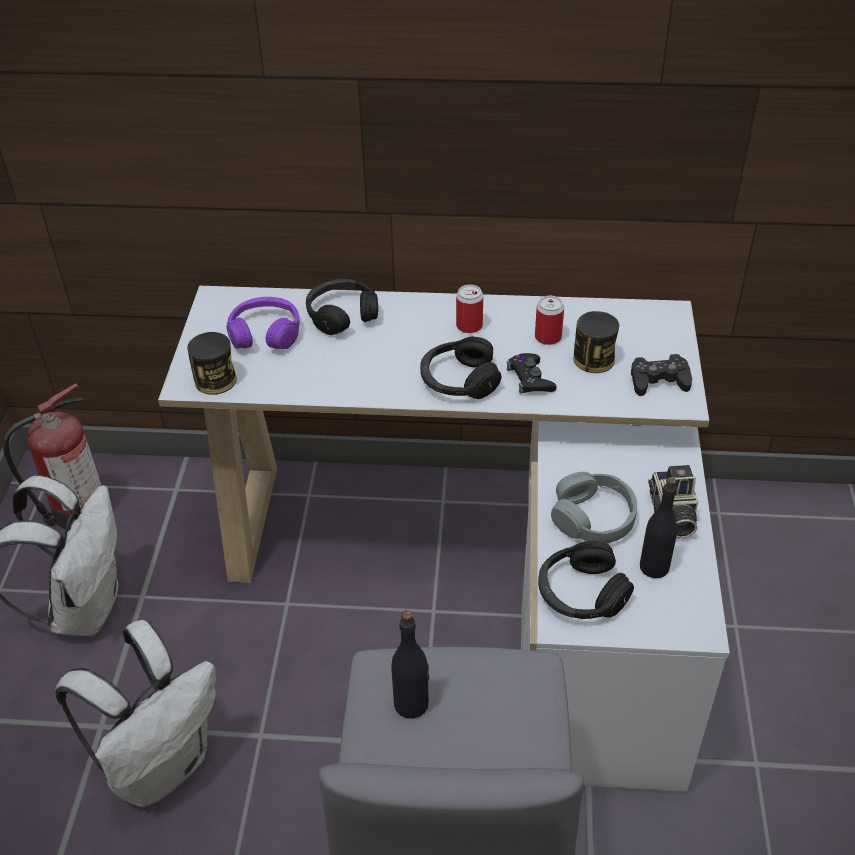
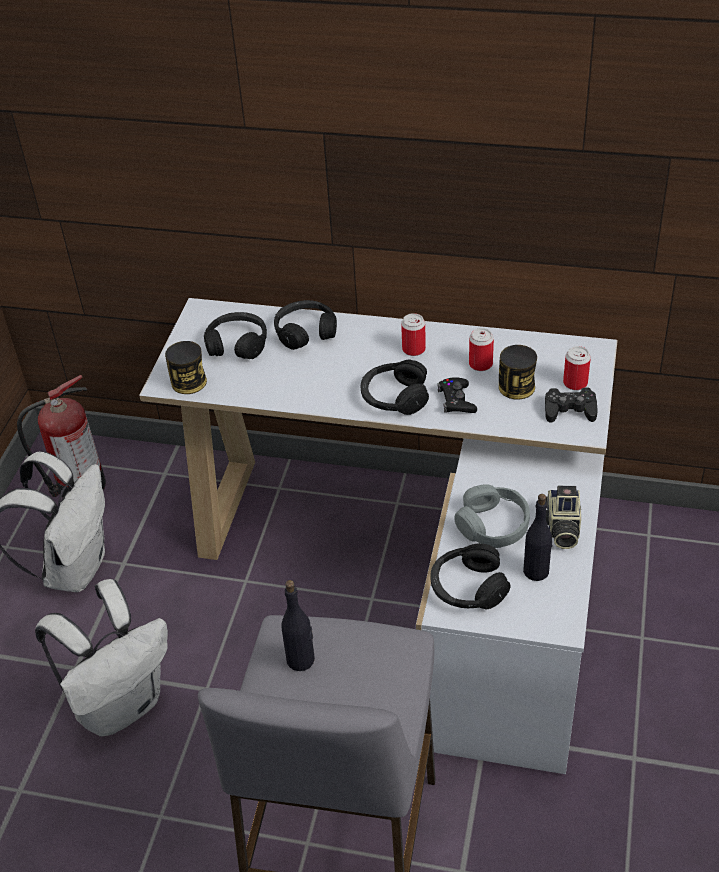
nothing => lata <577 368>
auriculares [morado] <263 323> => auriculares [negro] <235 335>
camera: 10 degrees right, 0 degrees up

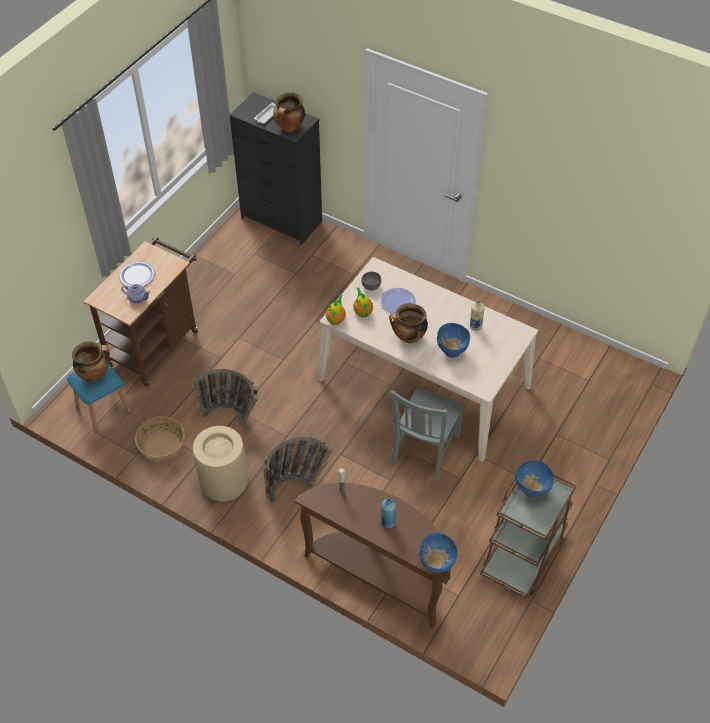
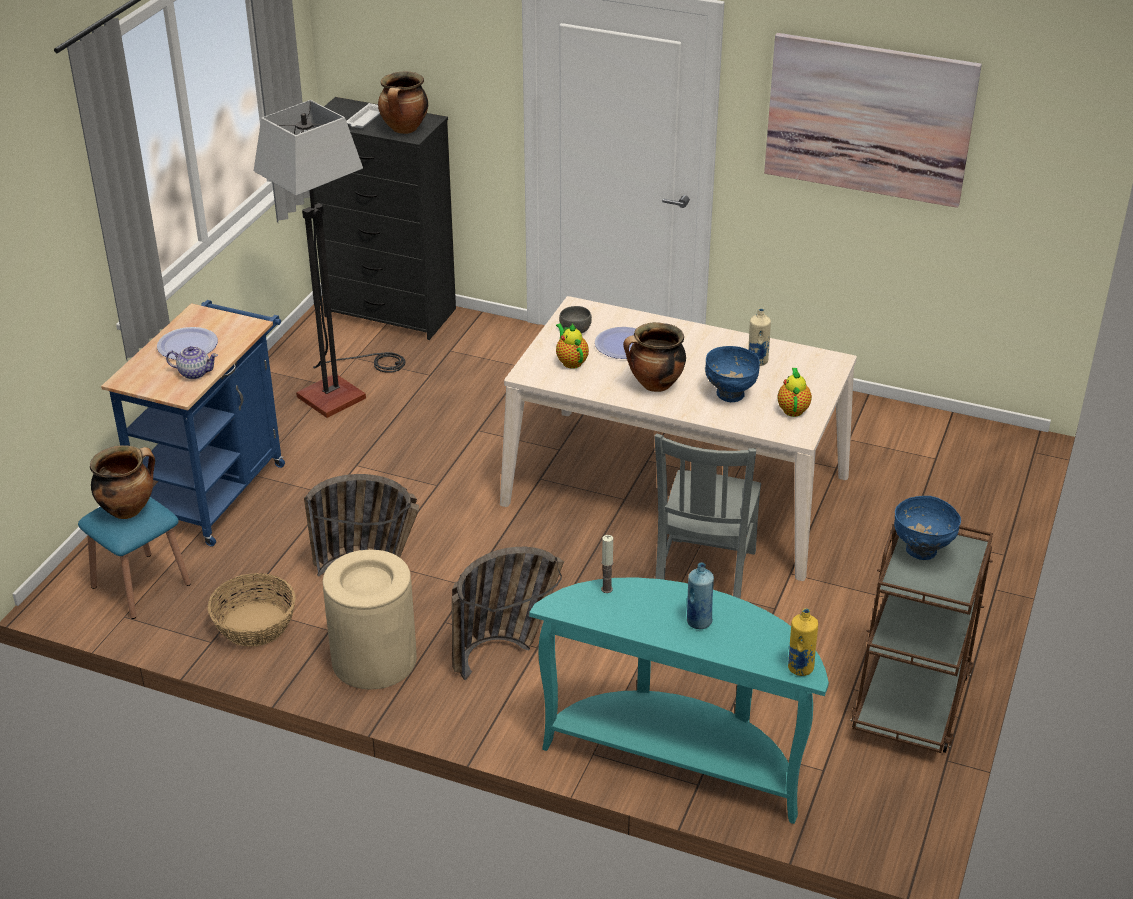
nothing => lámpara de pie <329 259>
nothing => cuadro <873 120>
tetera <336 310> => tetera <794 392>, relocated
cuenco [azul] <438 553> => botella [amarillo] <803 642>
carrito [marrón] <141 312> => carrito [azul] <193 423>
mesa consola [marrón] <373 555> => mesa consola [turquesa] <679 701>
camera: 10 degrees left, 15 degrees down

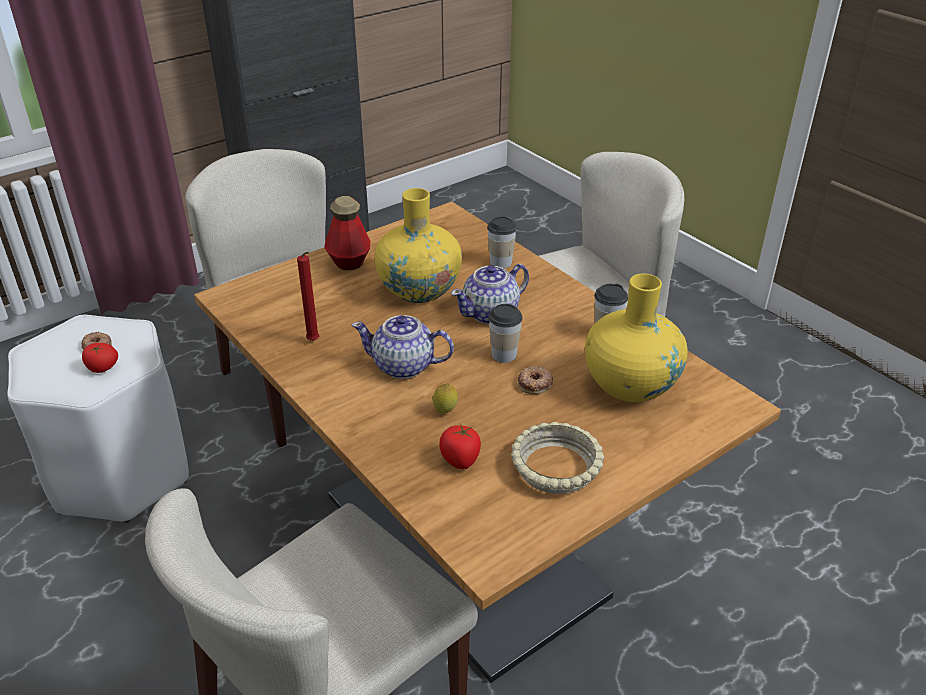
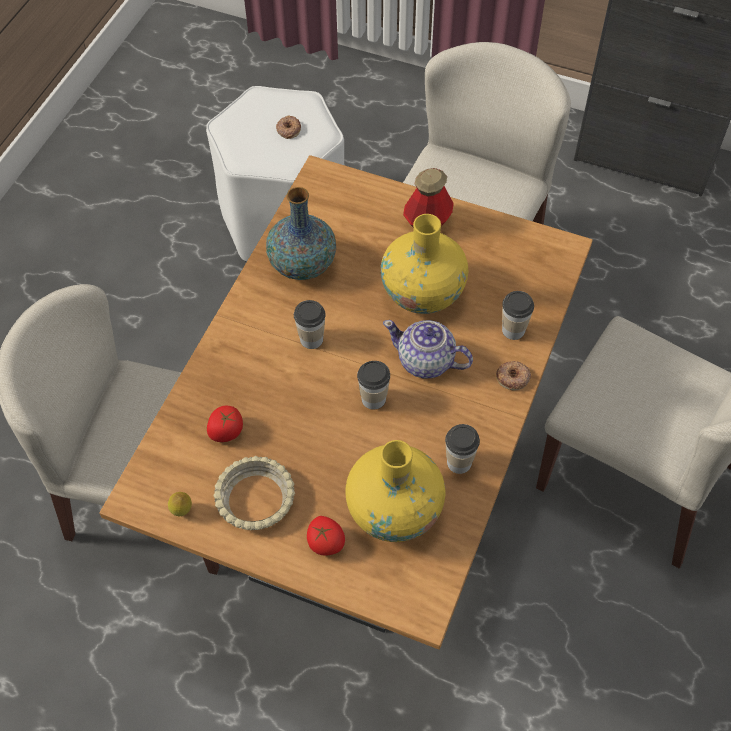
tomate <100 358> => tomate <326 536>, relocated
limón <445 398> => limón <180 504>, relocated
rosquilla <535 380> => rosquilla <513 375>, relocated
vela [rojo] <308 296> => florero <301 233>
tetera <402 347> => taza <310 324>
camera: 60 degrees right, 20 degrees up

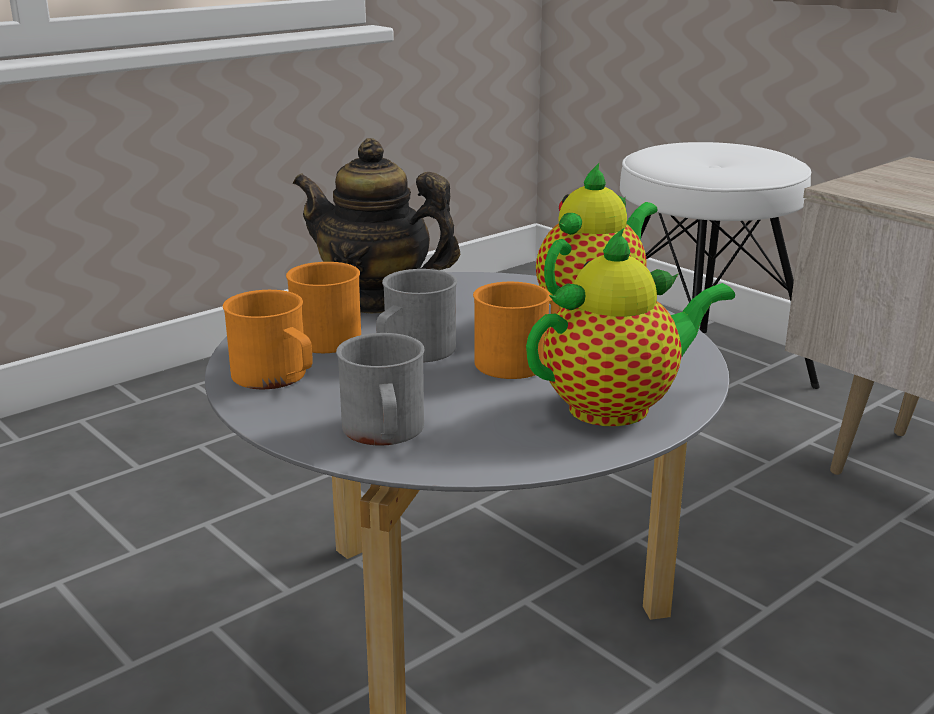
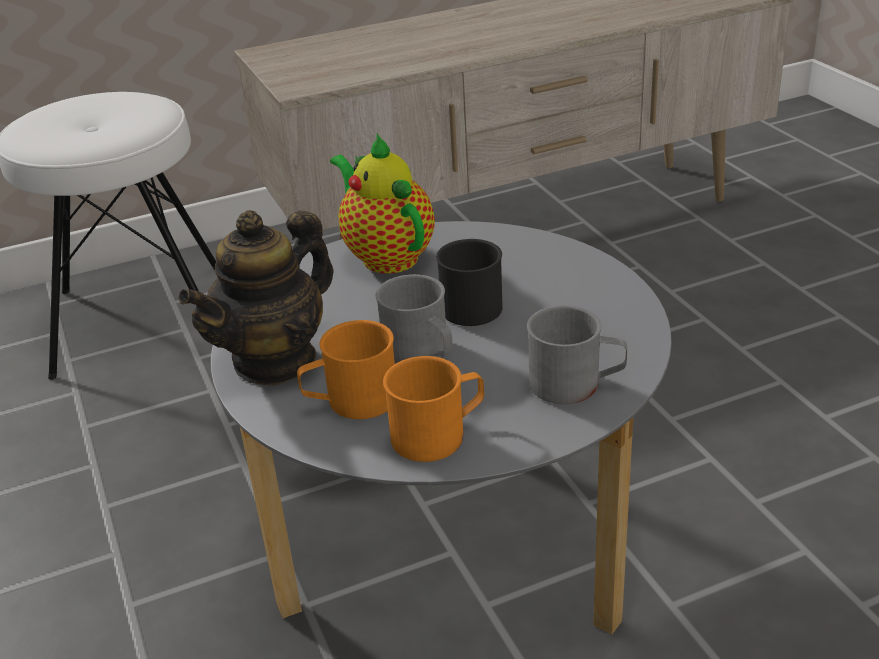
tetera <630 327> => nothing
taza grande [naranja] <516 330> => taza grande [negro] <469 282>
camera: 70 degrees left, 10 degrees up

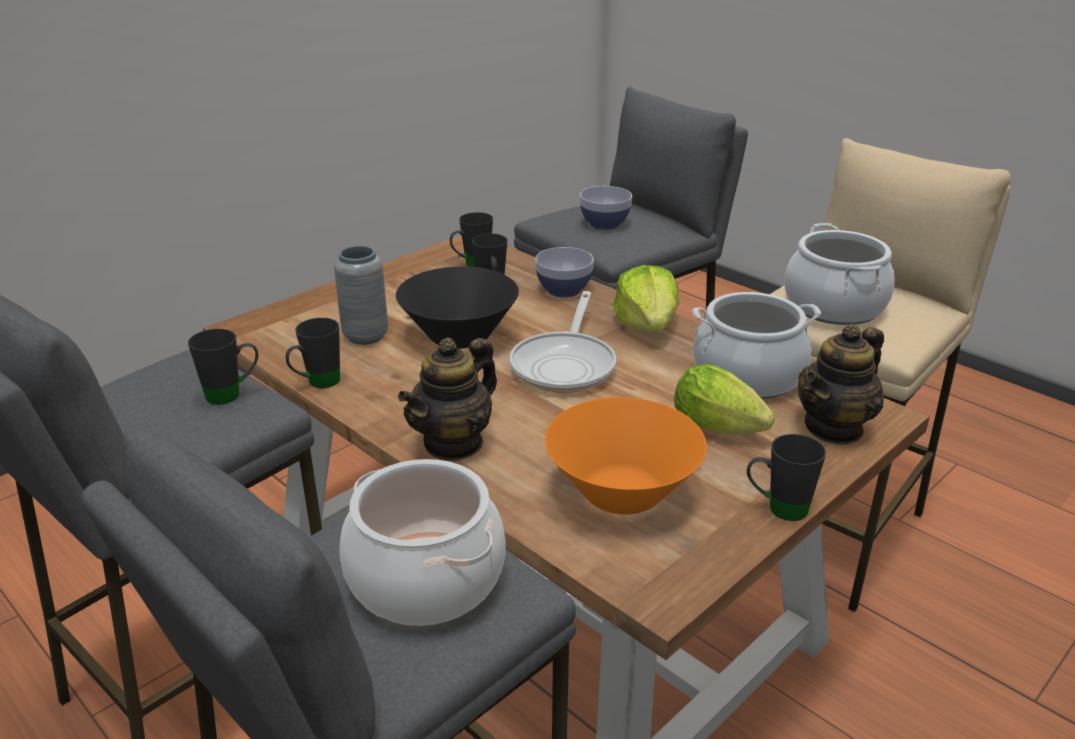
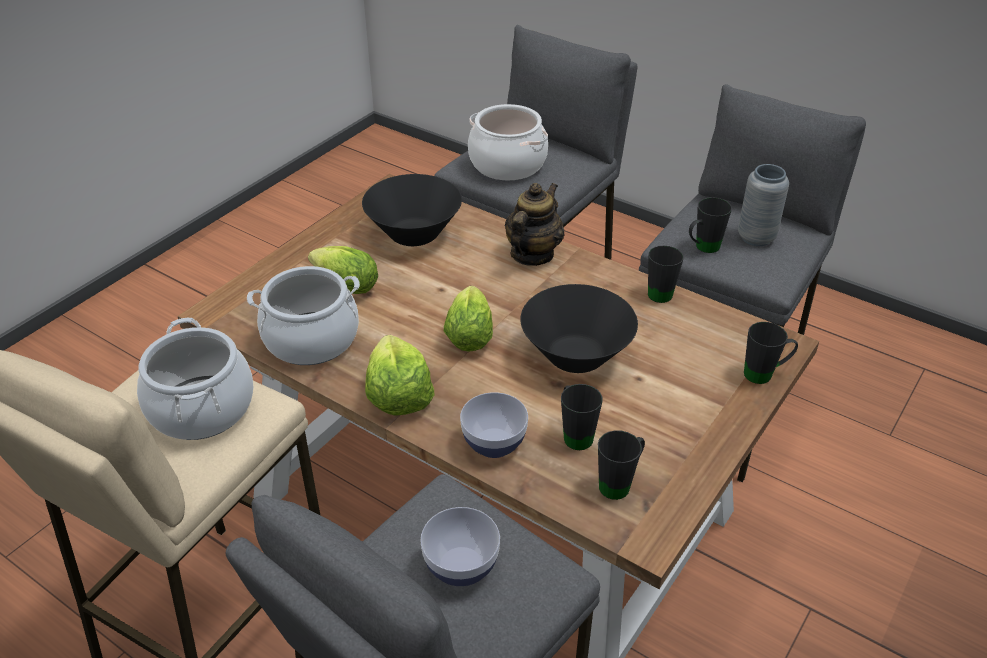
tetera <841 384> => nothing
florero [gris] <361 295> => florero [gris] <763 205>, relocated
taza grande [negro] <786 477> => taza grande [negro] <771 353>, relocated
sartén <562 342> => lechuga <468 319>
cuenco [naranja] <626 456> => cuenco [negro] <412 210>
camera: 170 degrees right, 10 degrees up

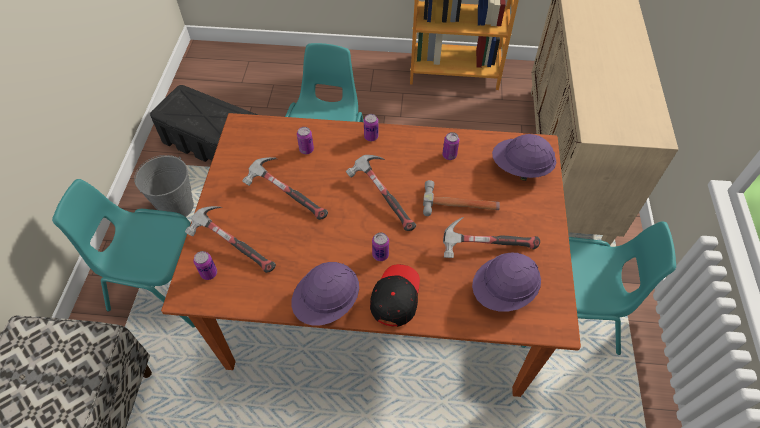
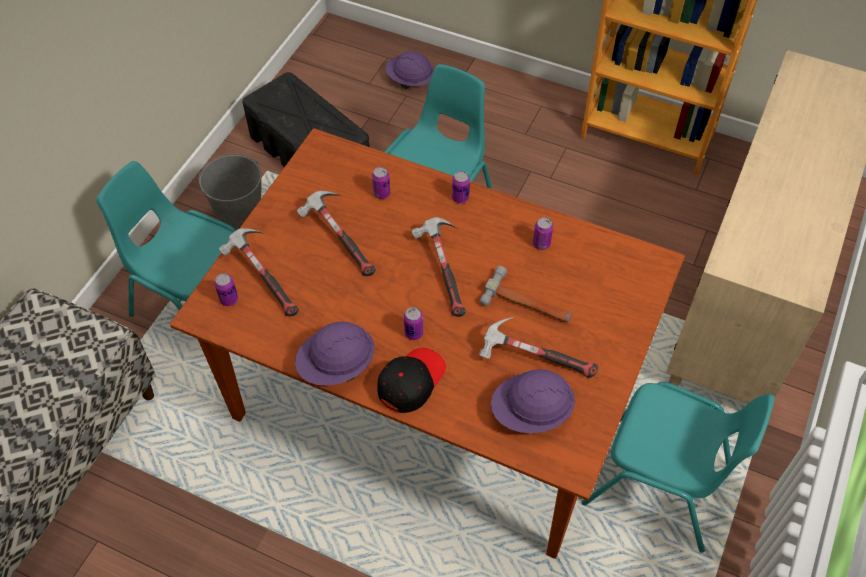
casco [morado] <524 157> => casco [morado] <410 70>, relocated
camera: 20 degrees right, 0 degrees up

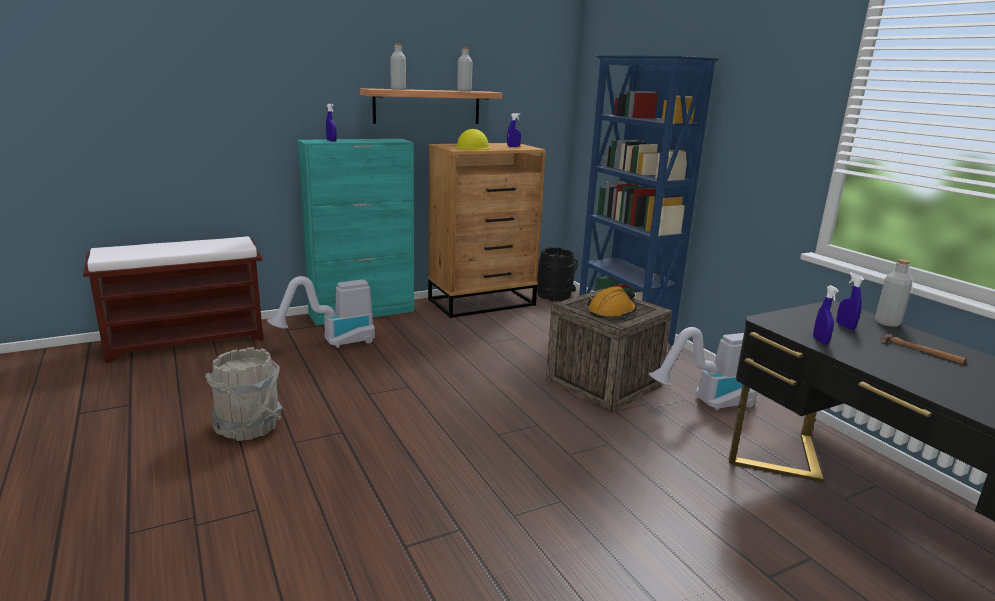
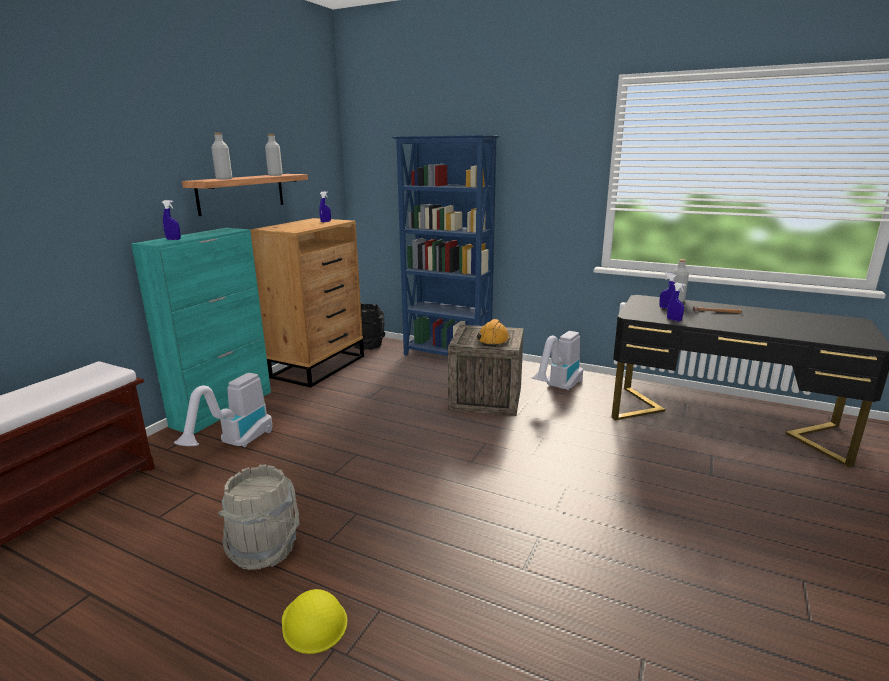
casco [amarillo] <472 139> => casco [amarillo] <314 621>, relocated
camera: 35 degrees left, 0 degrees up

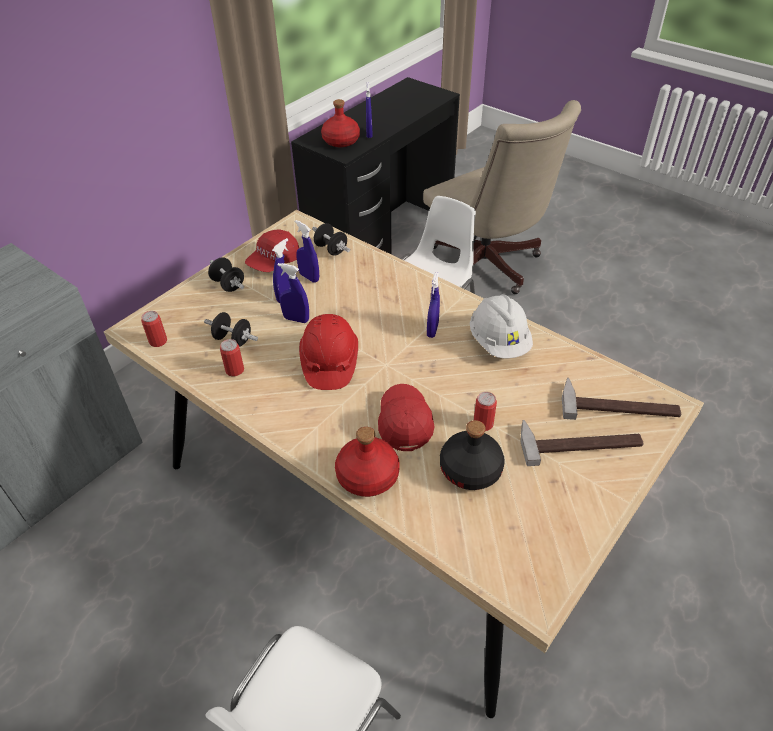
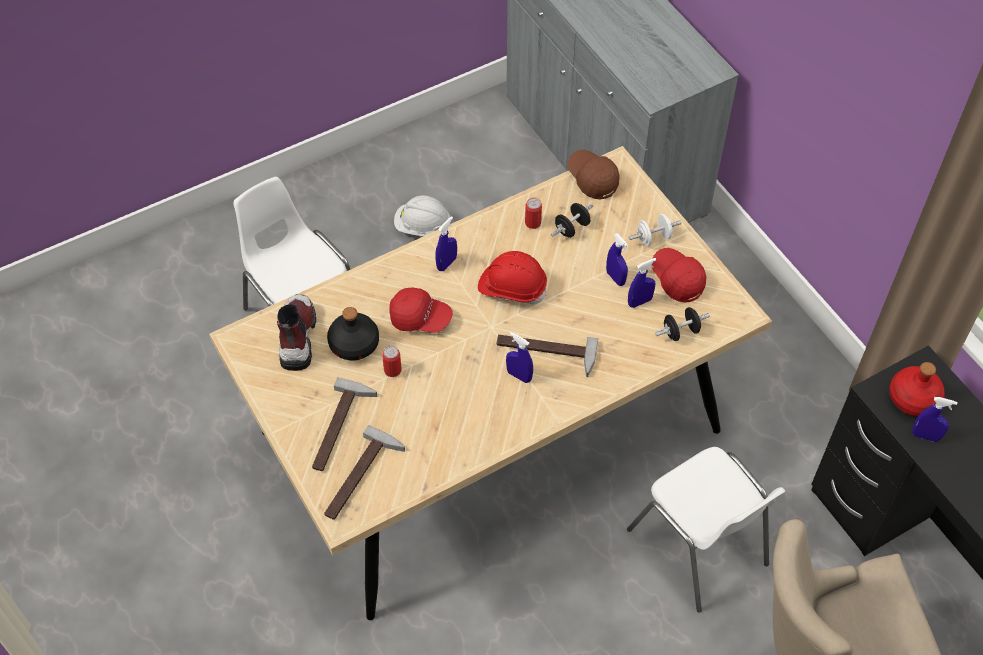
botella [rojo] <367 462> => nothing
nothing => bota <296 332>
nothing => martillo <547 356>
pulverizador [azul] <293 293> => pulverizador [azul] <446 243>, relocated
casco [blanco] <501 326> => casco [blanco] <423 215>, relocated
lata <154 329> => gorra [marrón] <593 175>
mancuerna [negro] <226 274> => mancuerna [blanco] <655 230>
camera: 110 degrees right, 10 degrees up

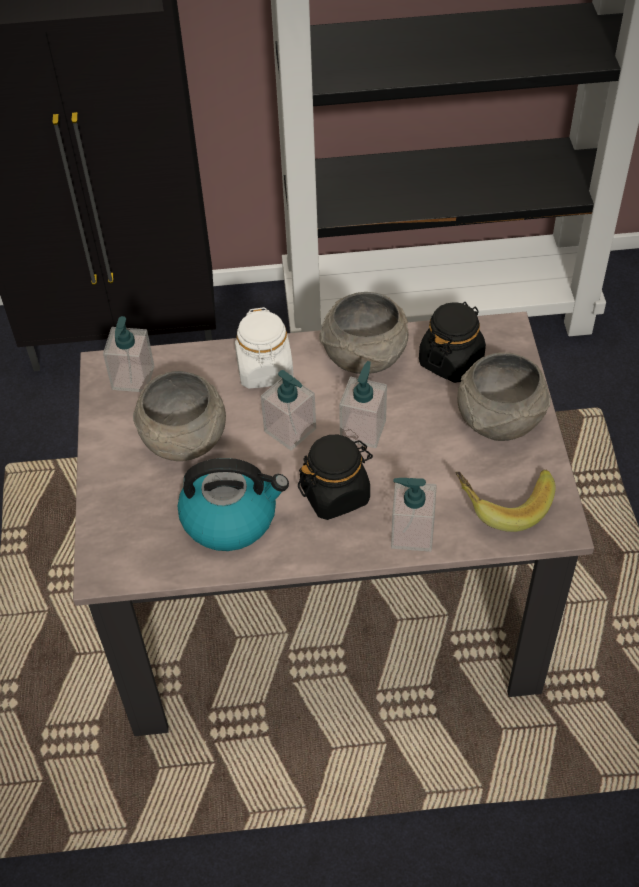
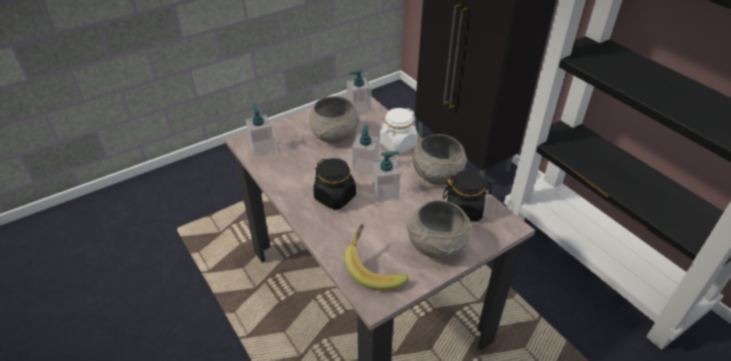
hervidor <233 504> => nothing
dispensador de jabón <414 515> => dispensador de jabón <260 129>, relocated
camera: 60 degrees right, 10 degrees down

